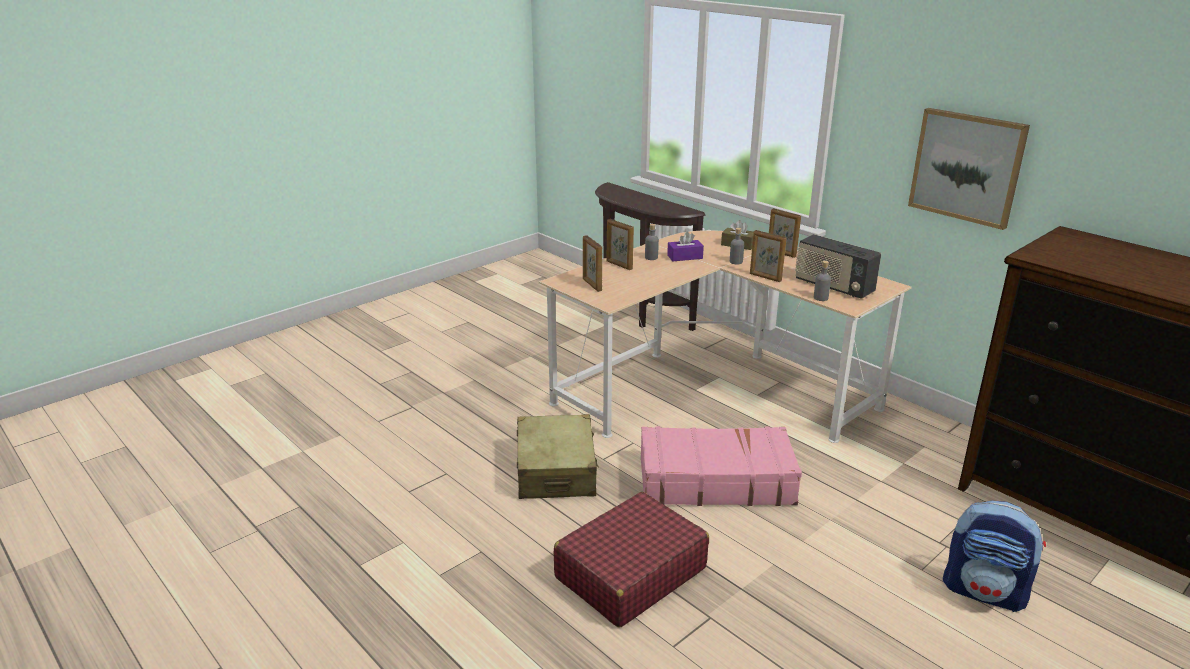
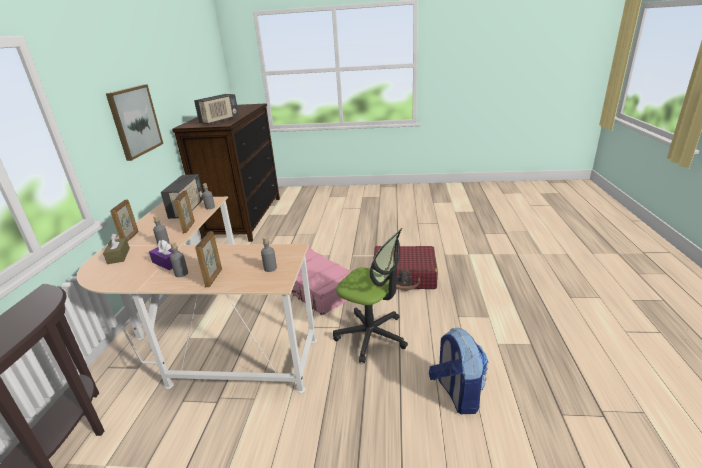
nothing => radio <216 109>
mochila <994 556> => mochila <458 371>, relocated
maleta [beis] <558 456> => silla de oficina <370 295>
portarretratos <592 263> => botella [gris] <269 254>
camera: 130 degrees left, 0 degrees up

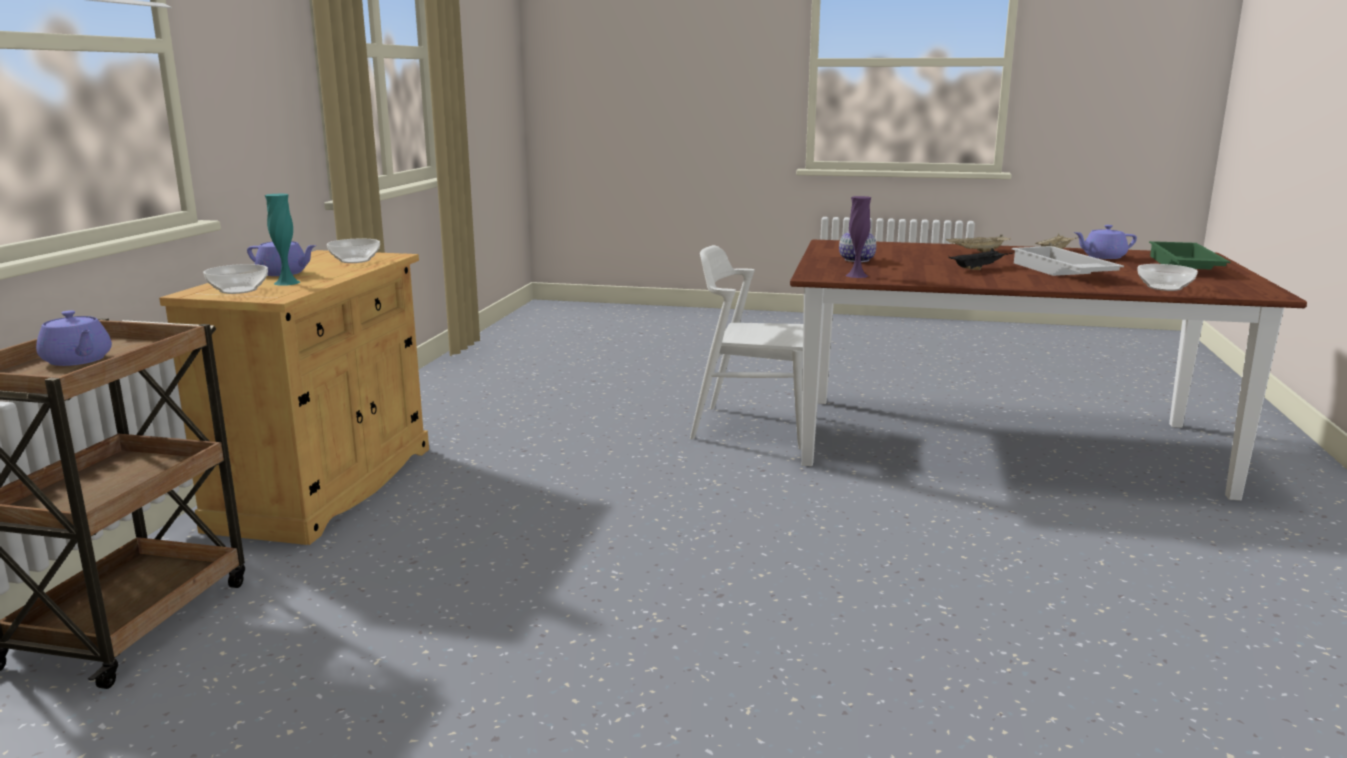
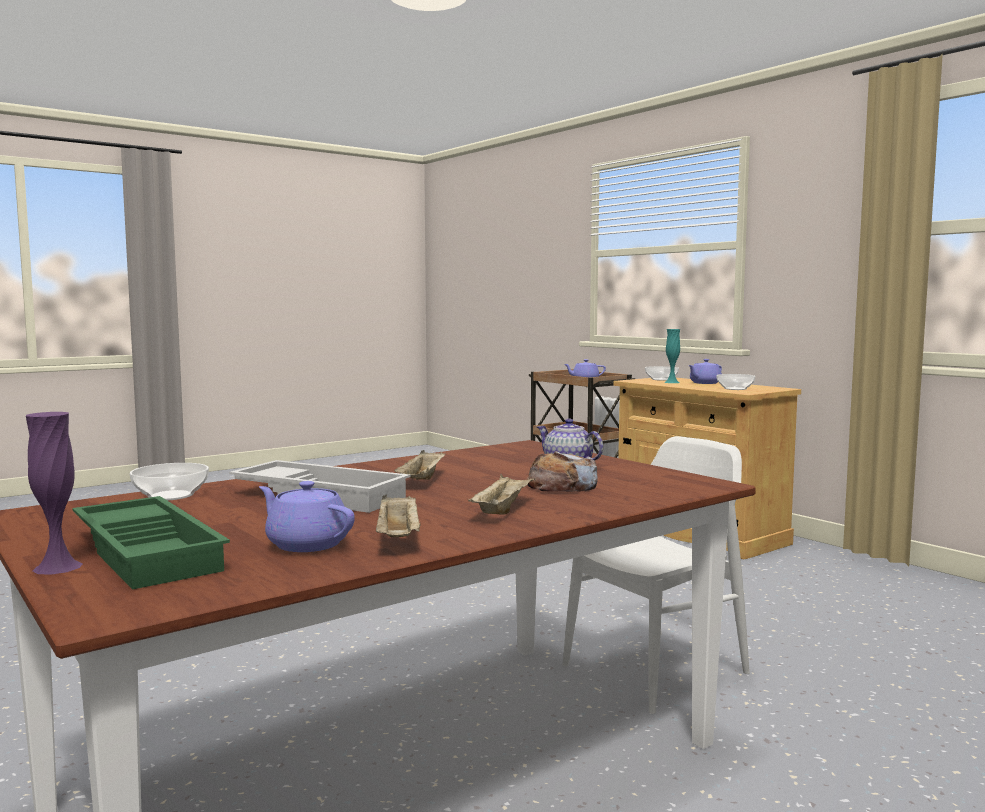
nothing => pan <562 471>
florero [morado] <858 237> => florero [morado] <54 493>, relocated
bandeja [negro] <980 259> => bandeja [beis] <419 465>
tetera [morado] <1105 242> => tetera [morado] <307 516>, 90 degrees counterclockwise
camera: 130 degrees right, 10 degrees down

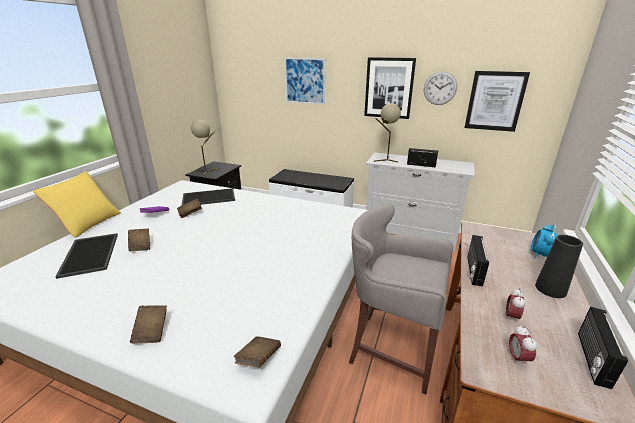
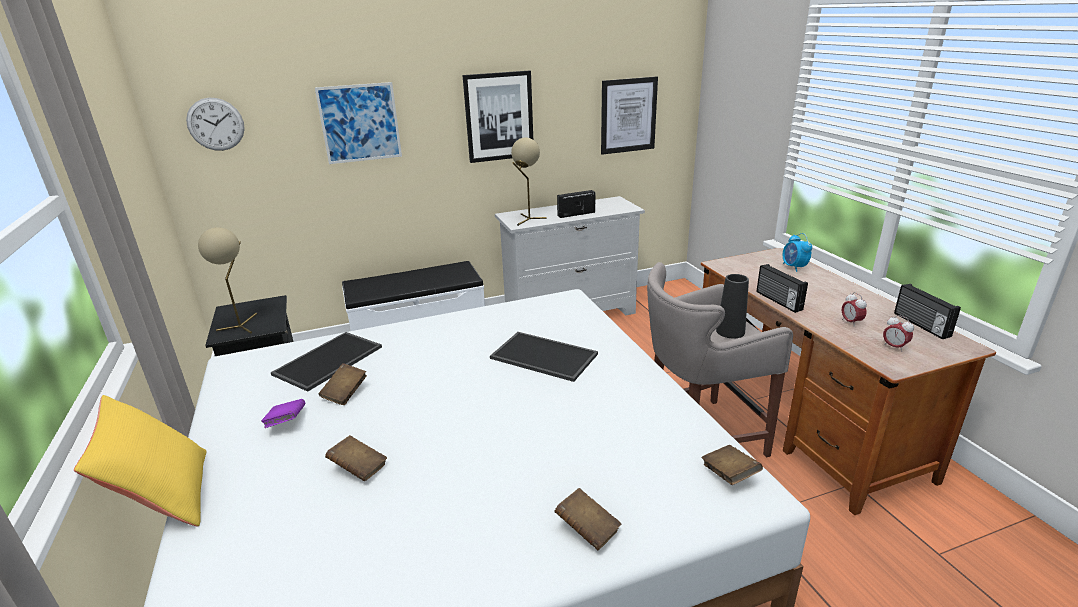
bandeja <86 256> => bandeja <544 357>, relocated
reloj de pared <440 88> => reloj de pared <215 124>, relocated
florero [negro] <559 266> => florero [negro] <732 306>, relocated
camera: 40 degrees left, 0 degrees up

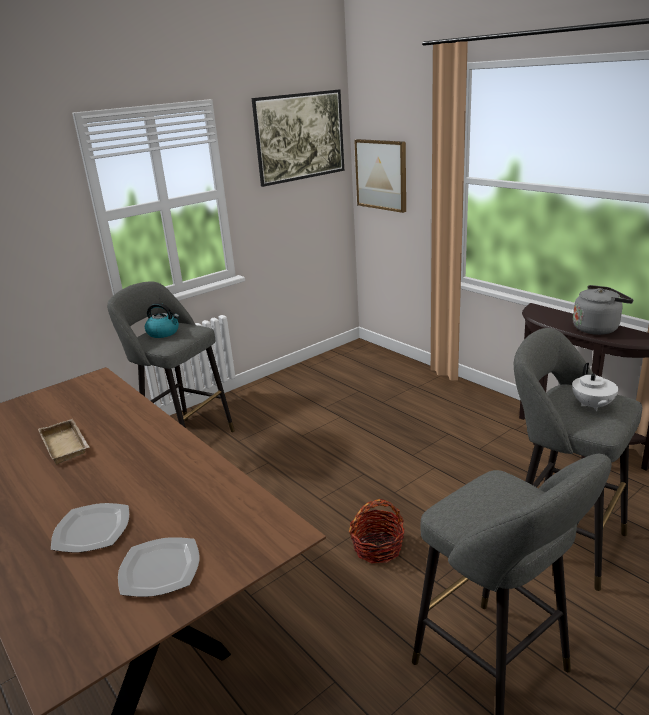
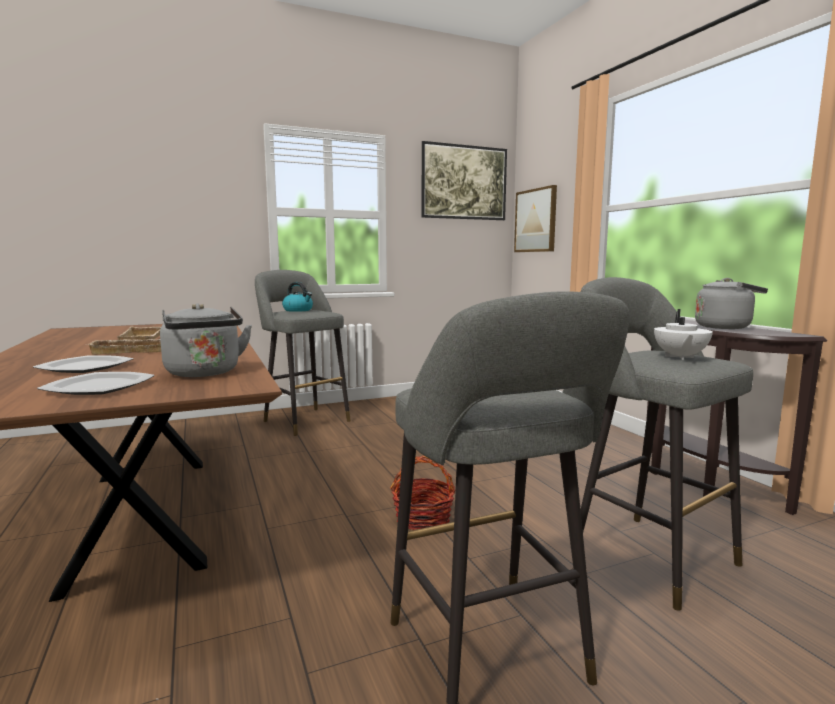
nothing => bandeja [beis] <124 347>
nothing => hervidor [gris] <206 340>
camera: 15 degrees right, 15 degrees down

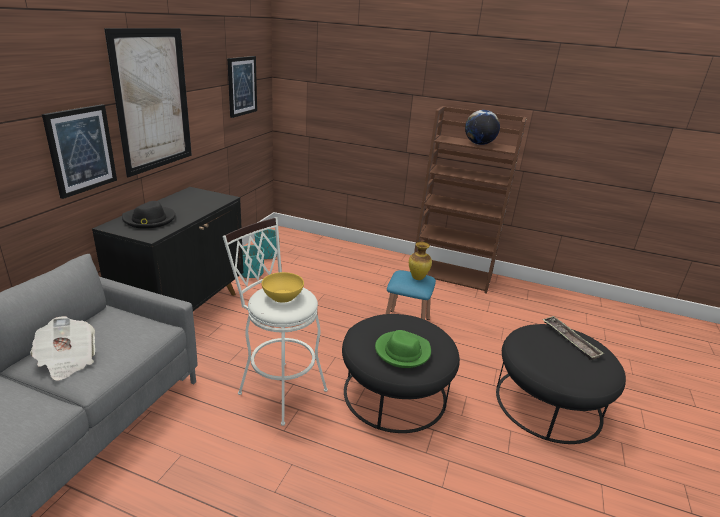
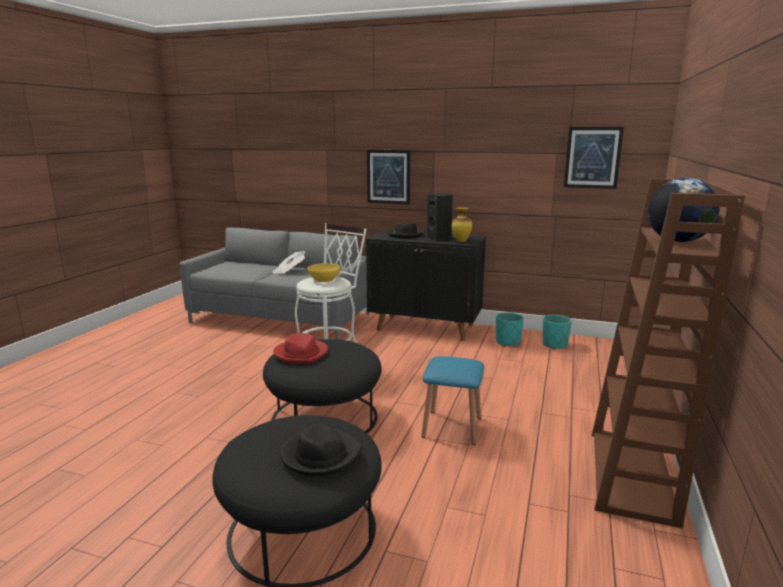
cuadro <148 102> => nothing
nothing => altavoz [negro] <440 217>
florero <420 261> => florero <462 224>, relocated
bandeja <573 338> => sombrero [negro] <321 450>
sombrero [verde] <403 349> => sombrero [rojo] <300 348>
camera: 90 degrees right, 10 degrees down

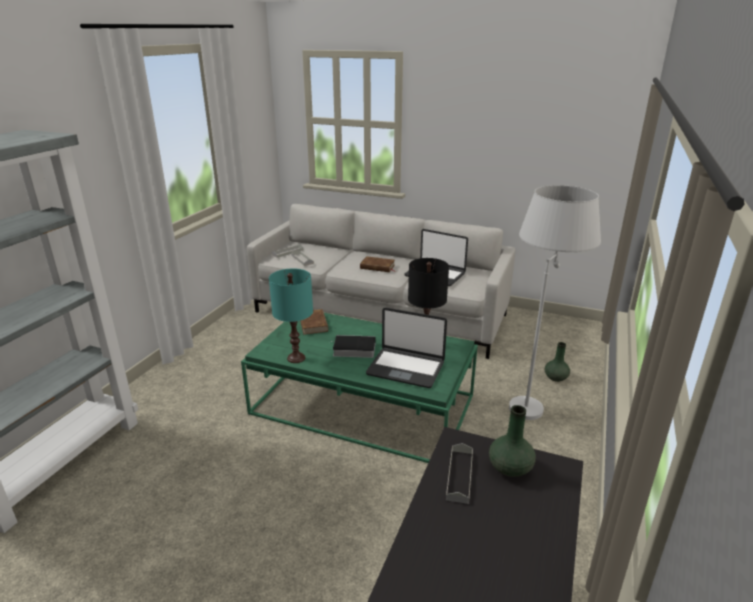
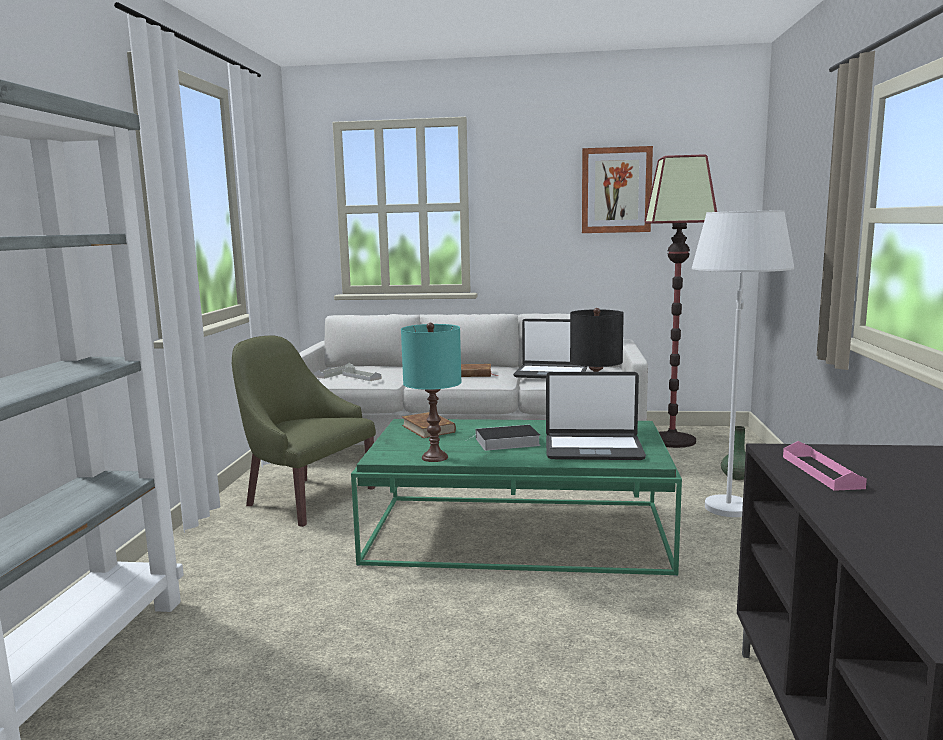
florero [verde] <512 441> => nothing
nothing => sillón [verde] <304 431>
nothing => cuadro <617 189>
nothing => lámpara de pie <680 301>
bandeja [gris] <459 473> => bandeja [rosa] <825 466>
camera: 15 degrees left, 15 degrees down

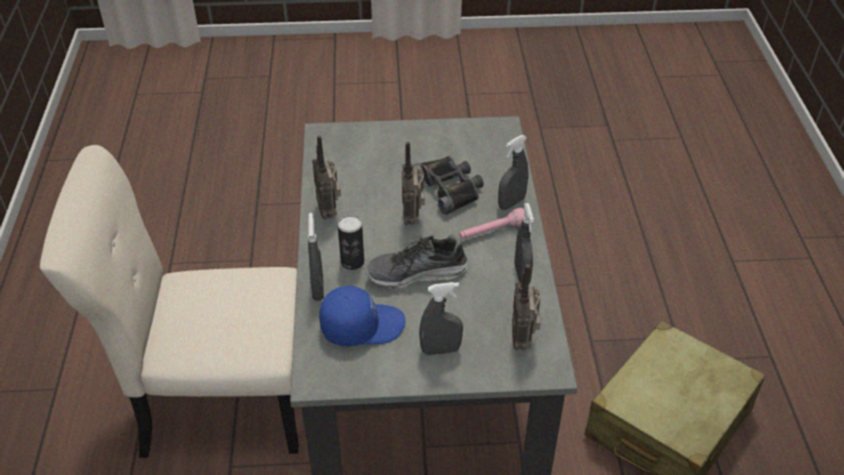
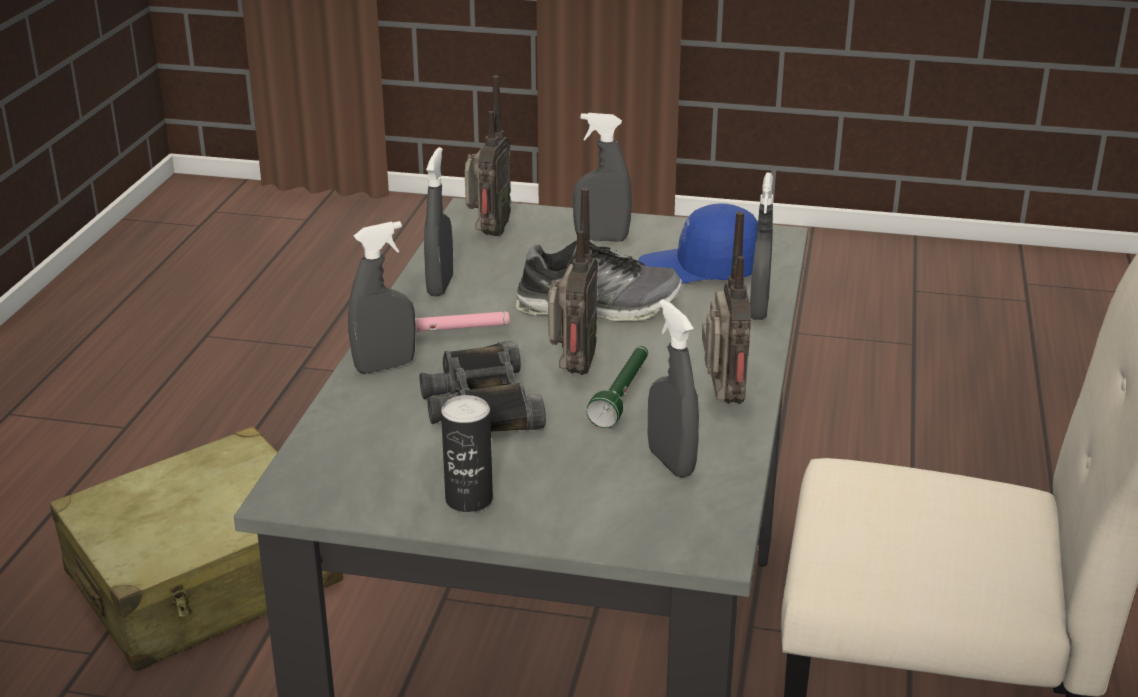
nothing => linterna [verde] <617 387>
nothing => pulverizador [gris] <673 388>
lata <351 242> => lata <467 453>, relocated
camera: 165 degrees left, 15 degrees down

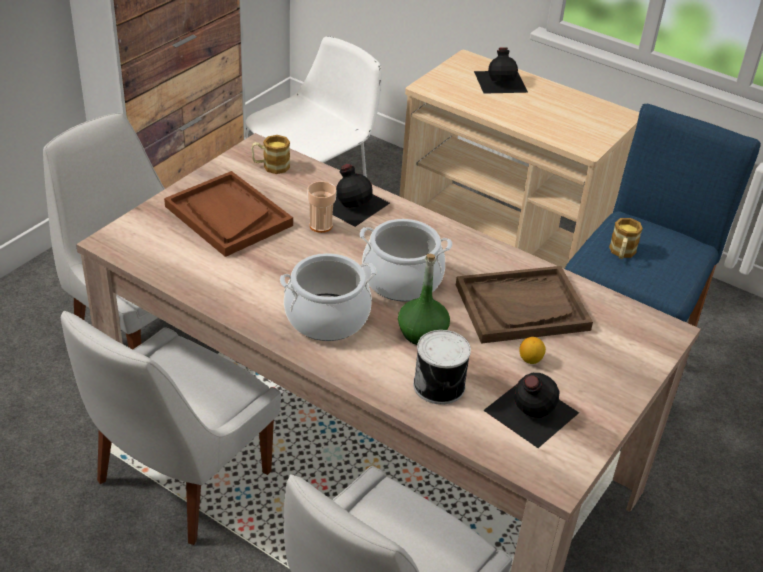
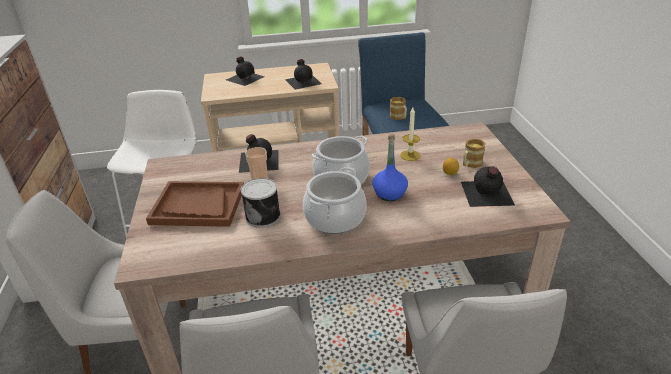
nothing => botella [negro] <303 74>
taza grande <270 154> => taza grande <474 153>, relocated
lata <442 367> => lata <260 203>, relocated
bandeja [marrón] <524 305> => vela <410 134>
botella [verde] <424 299> => botella [azul] <390 167>
camera: 40 degrees left, 5 degrees down

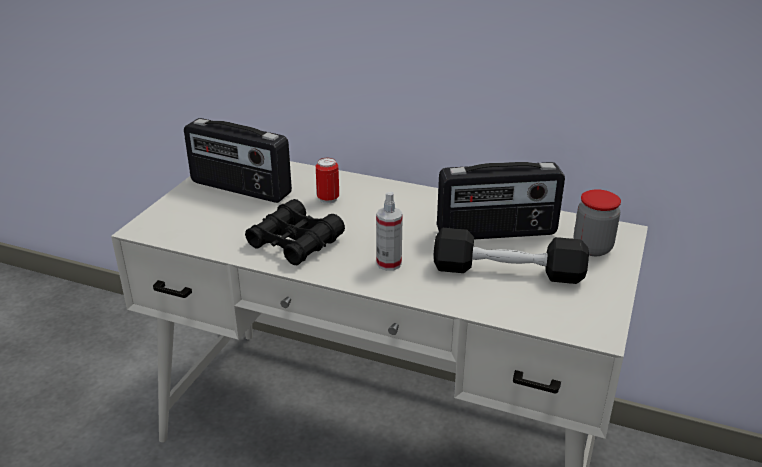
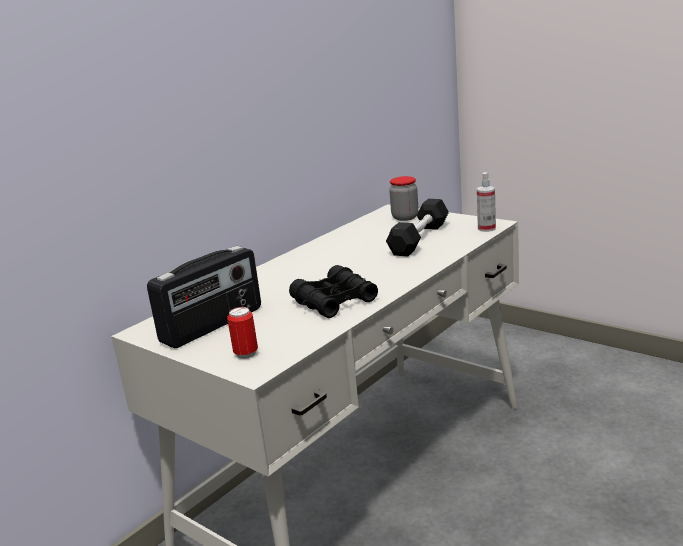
radio <501 200> => nothing
lata <327 181> => lata <242 333>, relocated
pulverizador <389 231> => pulverizador <486 202>, relocated
camera: 70 degrees left, 10 degrees down

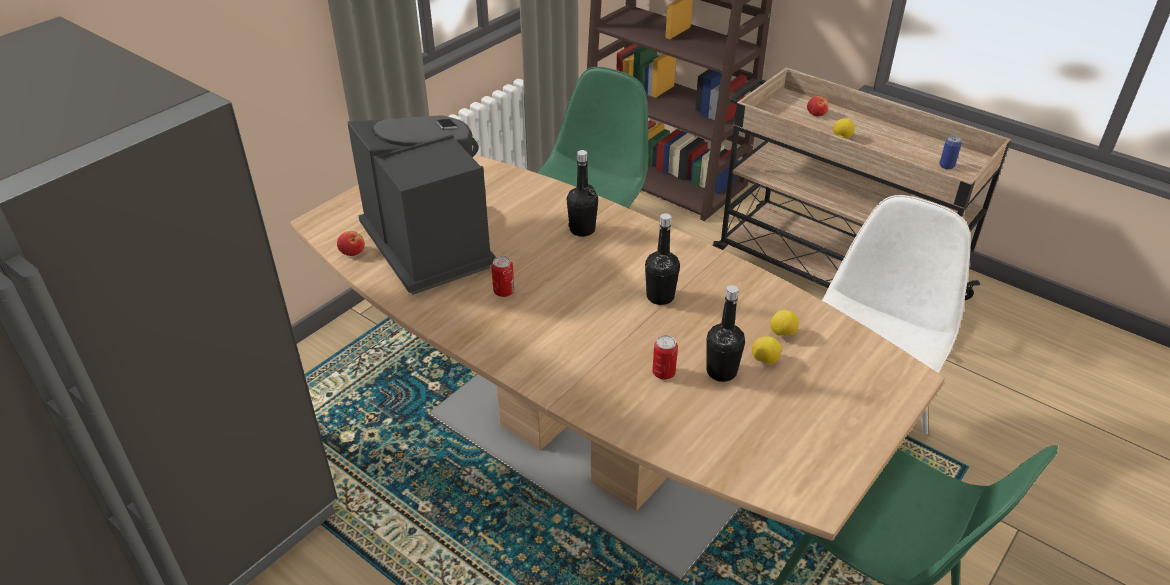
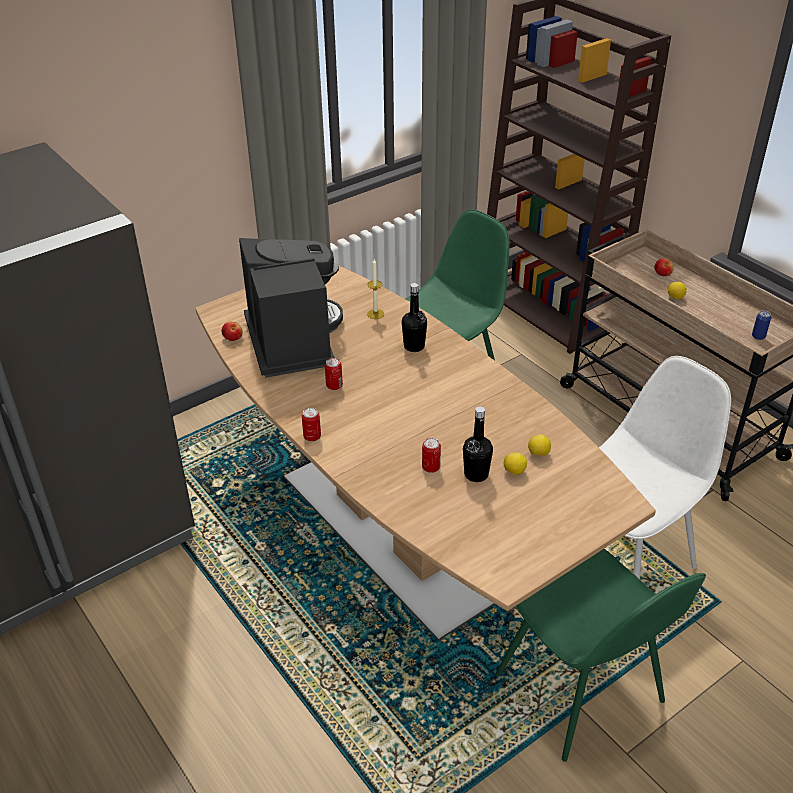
botella [negro] <662 259> => nothing
nothing => lata <311 425>
nothing => vela <375 289>
camera: 15 degrees right, 0 degrees up

